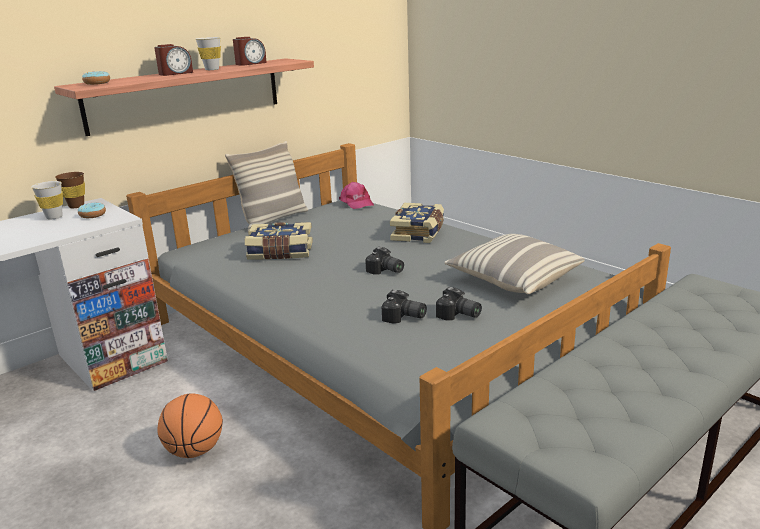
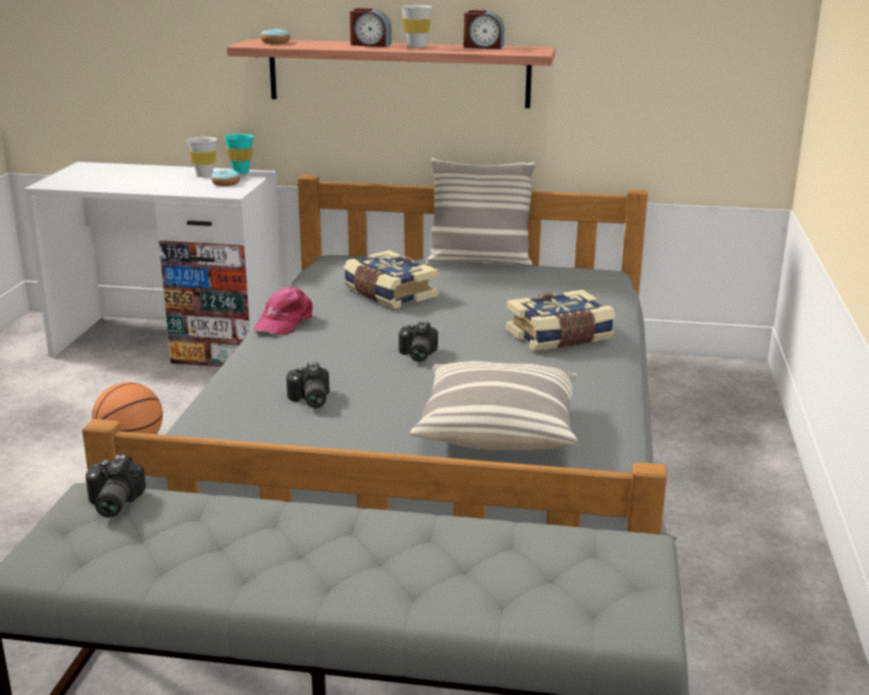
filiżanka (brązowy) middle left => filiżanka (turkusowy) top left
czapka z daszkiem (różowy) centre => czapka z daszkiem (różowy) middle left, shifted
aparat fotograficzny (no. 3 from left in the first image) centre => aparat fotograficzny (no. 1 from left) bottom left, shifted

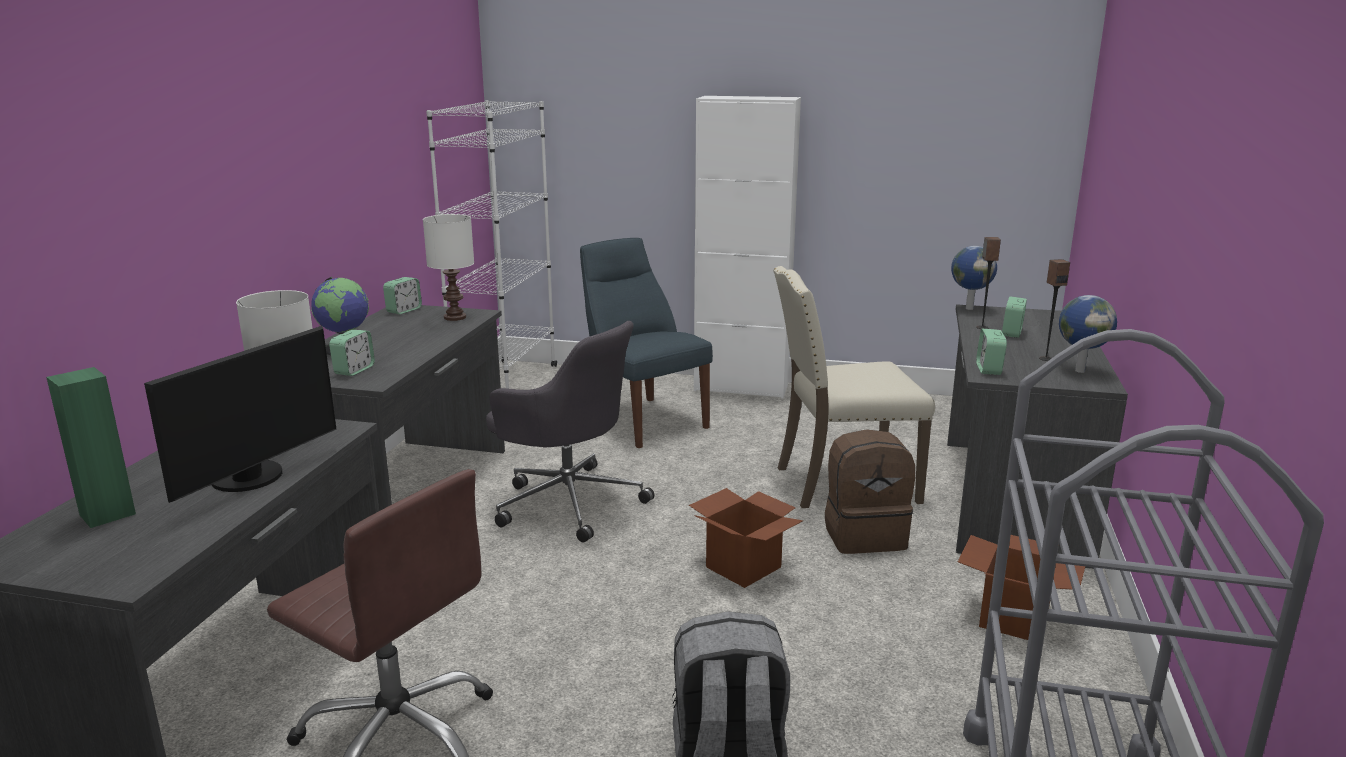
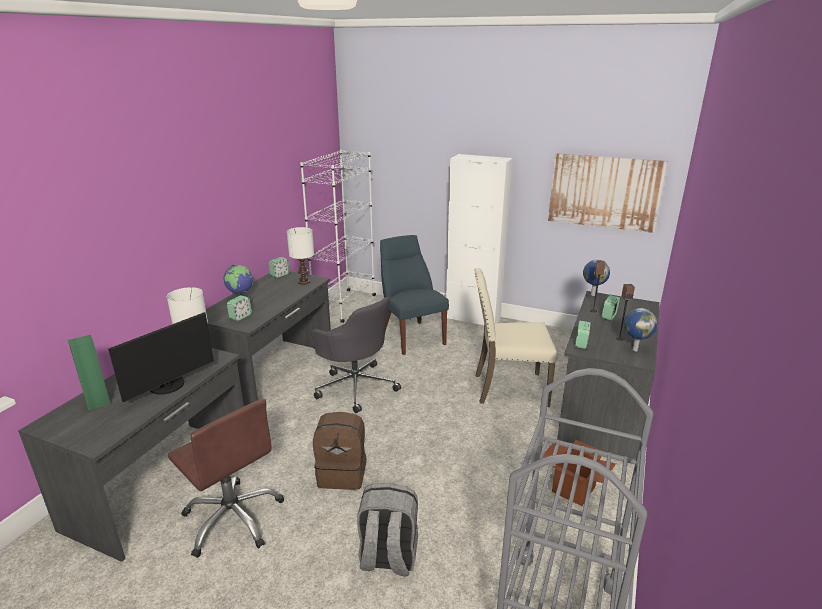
plecak (brązowy) centre => plecak (brązowy) bottom centre, shifted
karton (no. 1 from left) bottom centre => nothing
nothing => obraz top right

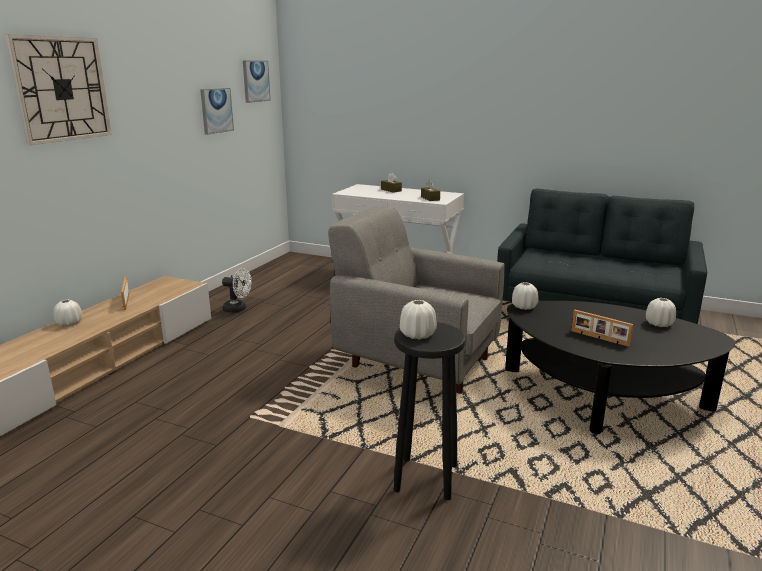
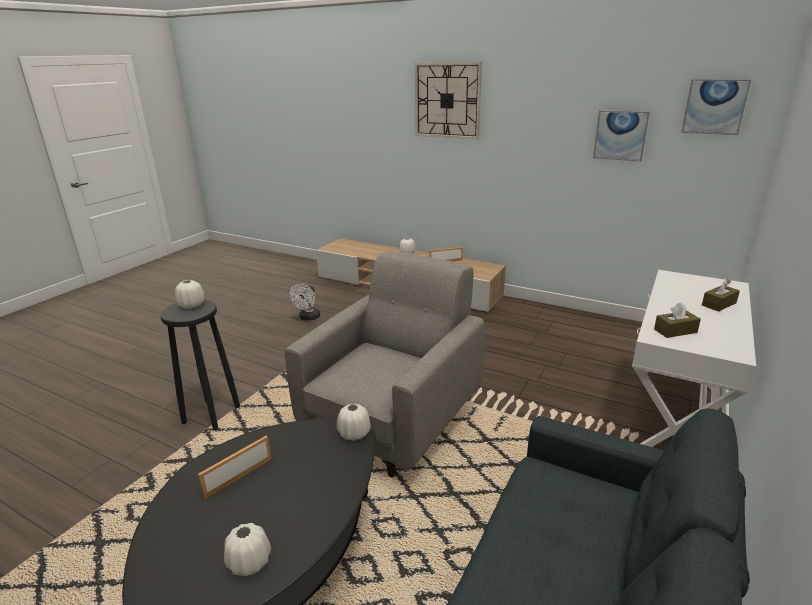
wentylator (biały) middle left => wentylator (biały) centre, shifted

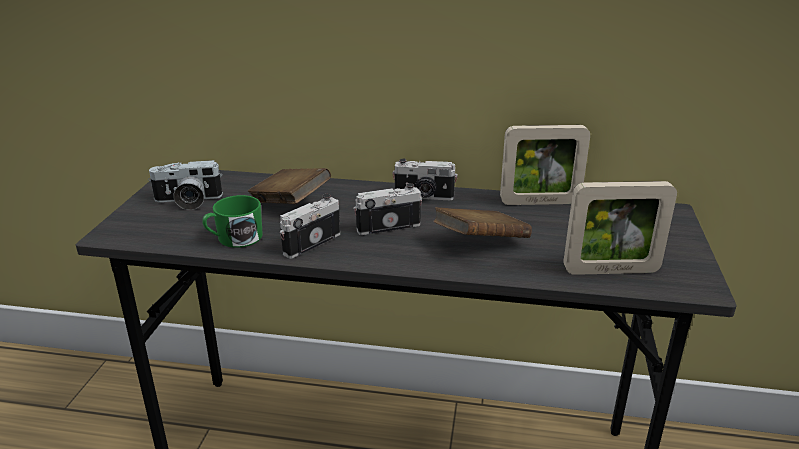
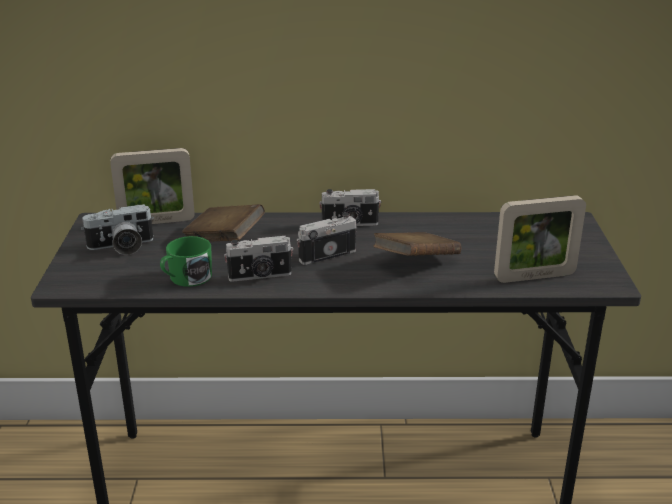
ramka na zdjęcie (no. 1 from left) middle right => ramka na zdjęcie (no. 1 from left) middle left, shifted
aparat fotograficzny (no. 2 from left) centre, 135 degrees counterclockwise

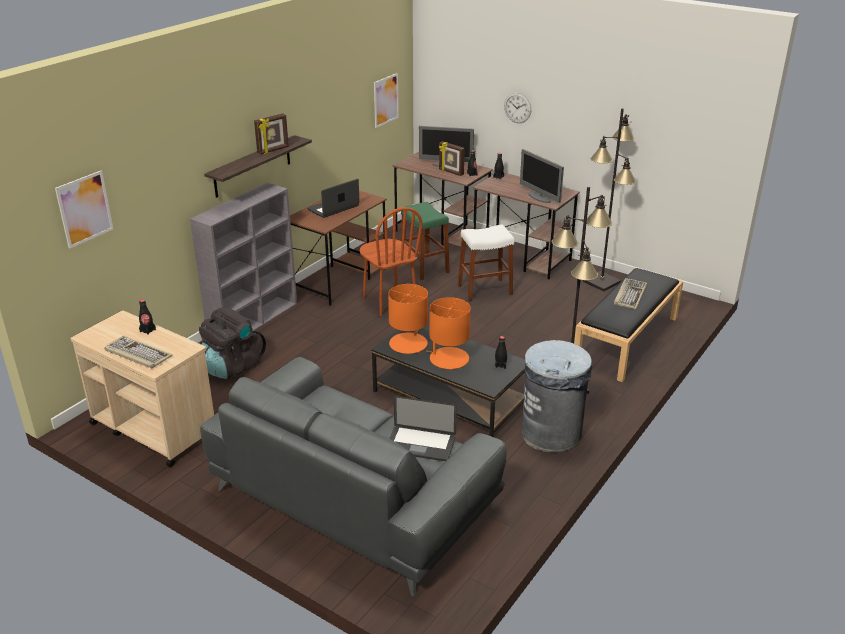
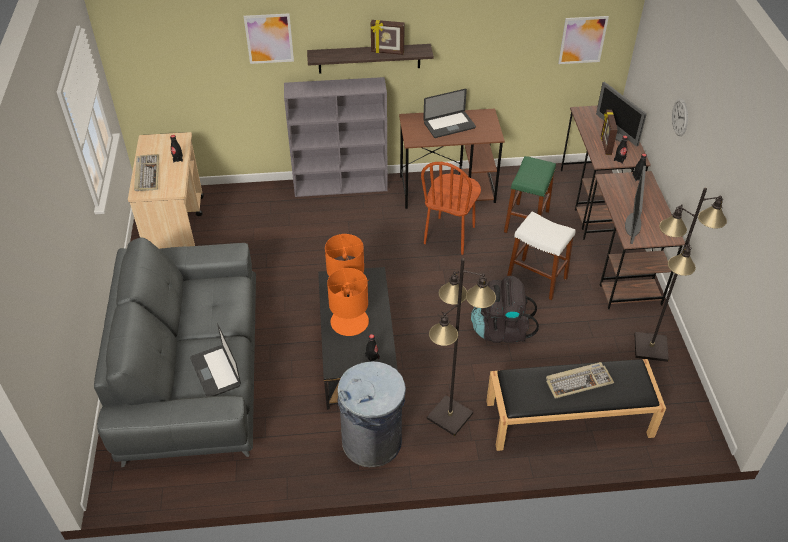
obraz (no. 1 from left) top left => obraz (no. 1 from left) top centre, shifted
laptop (no. 1 from left in the first image) top centre => laptop (no. 2 from left) top centre, 150 degrees clockwise
plecak (czarny) middle left => plecak (czarny) centre, shifted

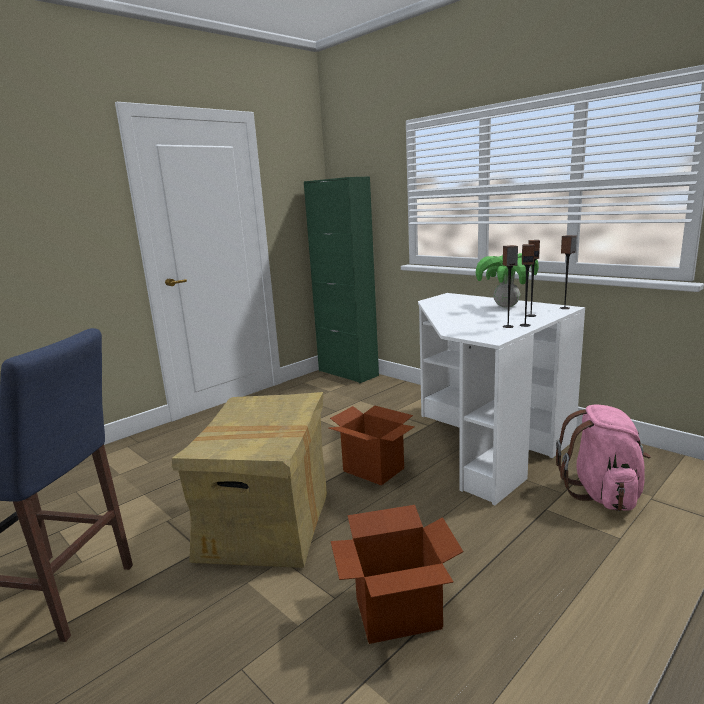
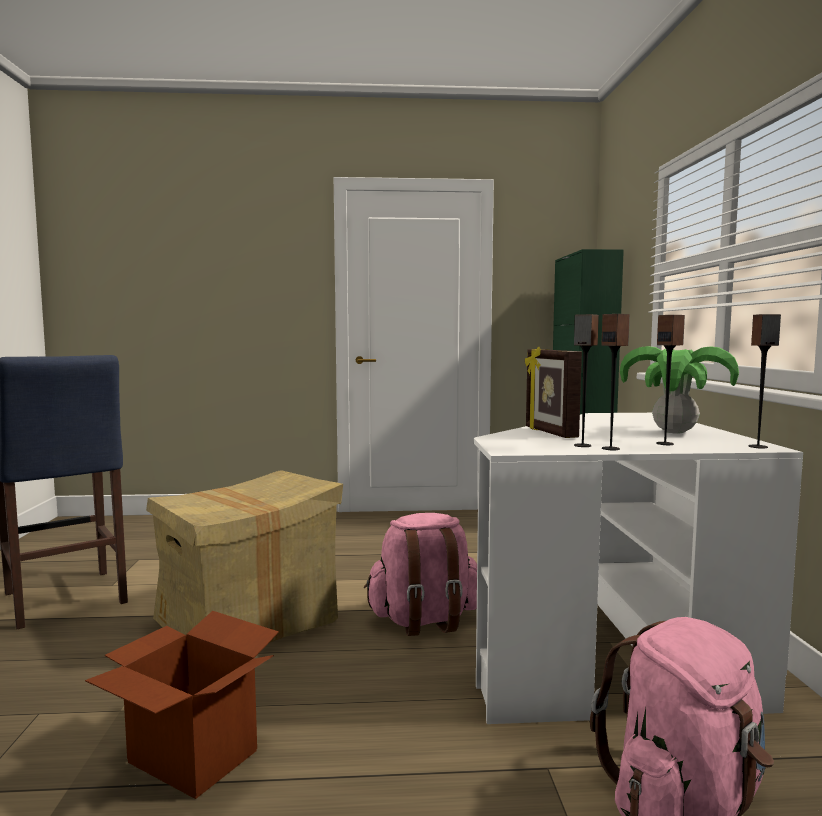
karton (no. 2 from left) centre => plecak (różowy) (no. 1 from left) bottom centre
nothing => ramka na zdjęcie middle right

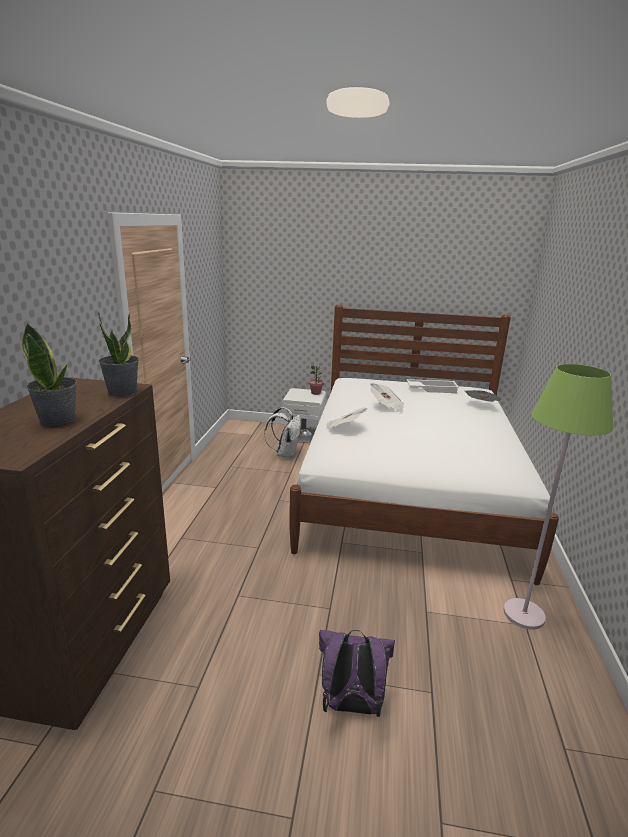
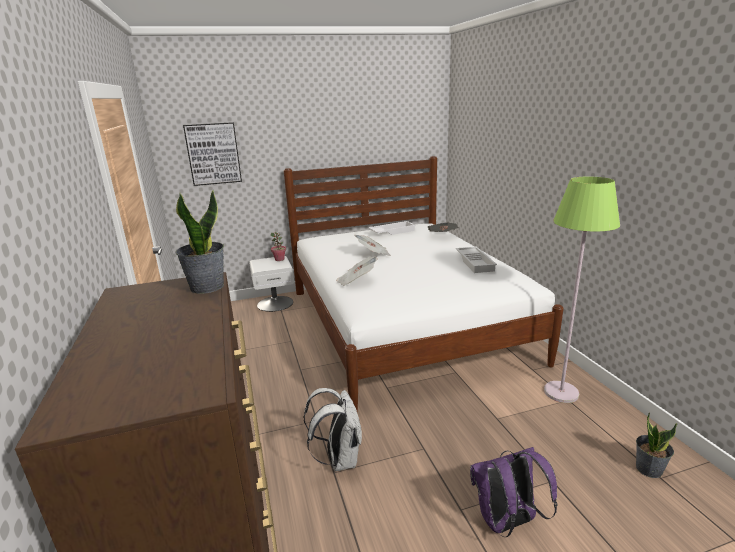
roślina doniczkowa (no. 1 from left in the first image) middle left => roślina doniczkowa (no. 3 from left) bottom right, shifted
plecak (biały) centre => plecak (biały) bottom centre, shifted
nothing => obraz top left
nothing => taca (biały) (no. 2 from left) centre

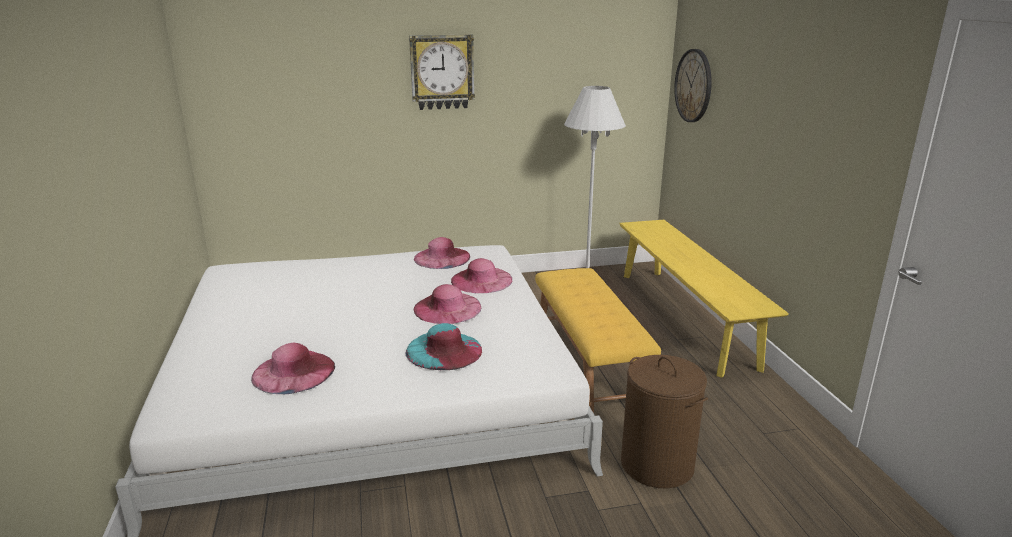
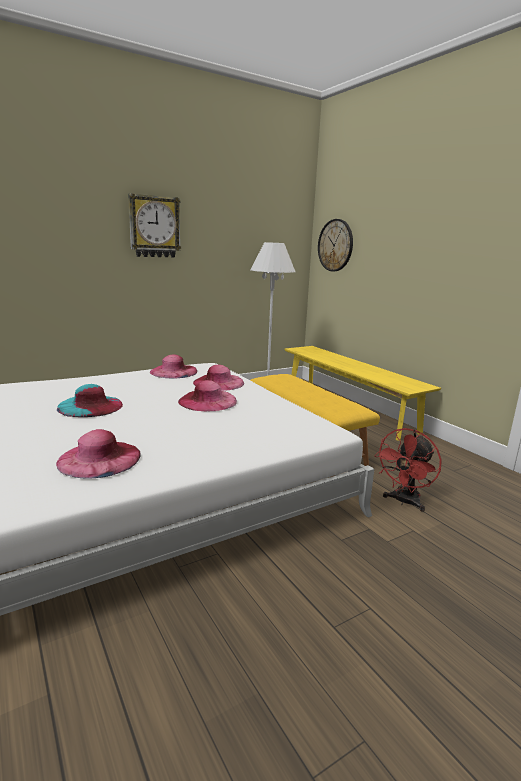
kapelusz (turkusowy) centre => kapelusz (turkusowy) middle left, shifted
kosz na pranie (brązowy) bottom centre => wentylator (czerwony) middle right

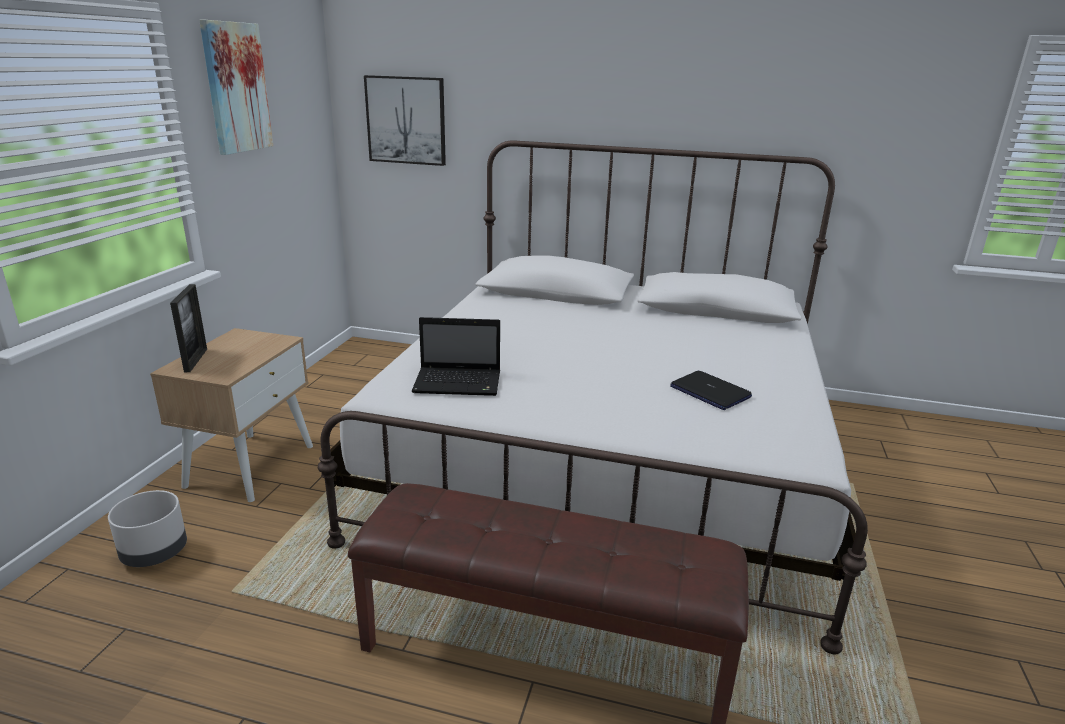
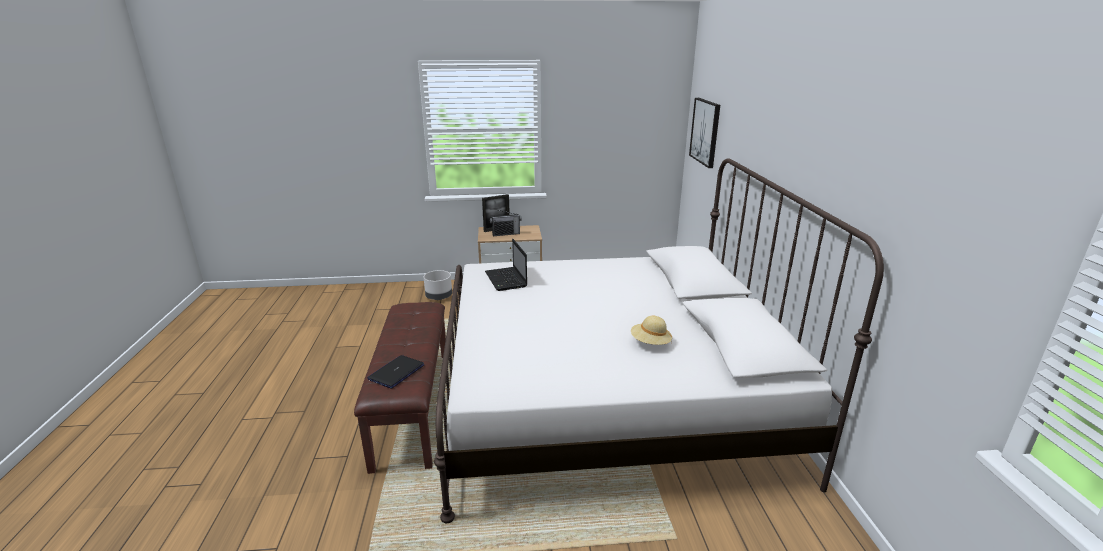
obraz (no. 1 from left) top left => nothing
laptop (no. 2 from left in the first image) middle right => laptop (no. 1 from left) bottom centre, shifted
nothing => radio centre
nothing => kapelusz (beżowy) centre

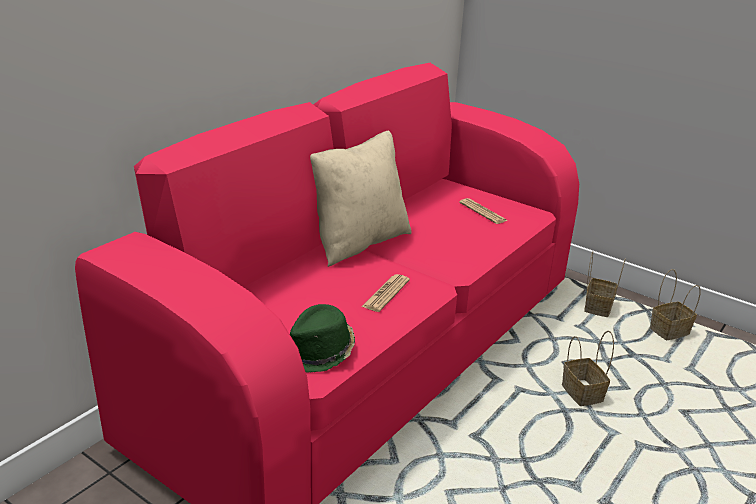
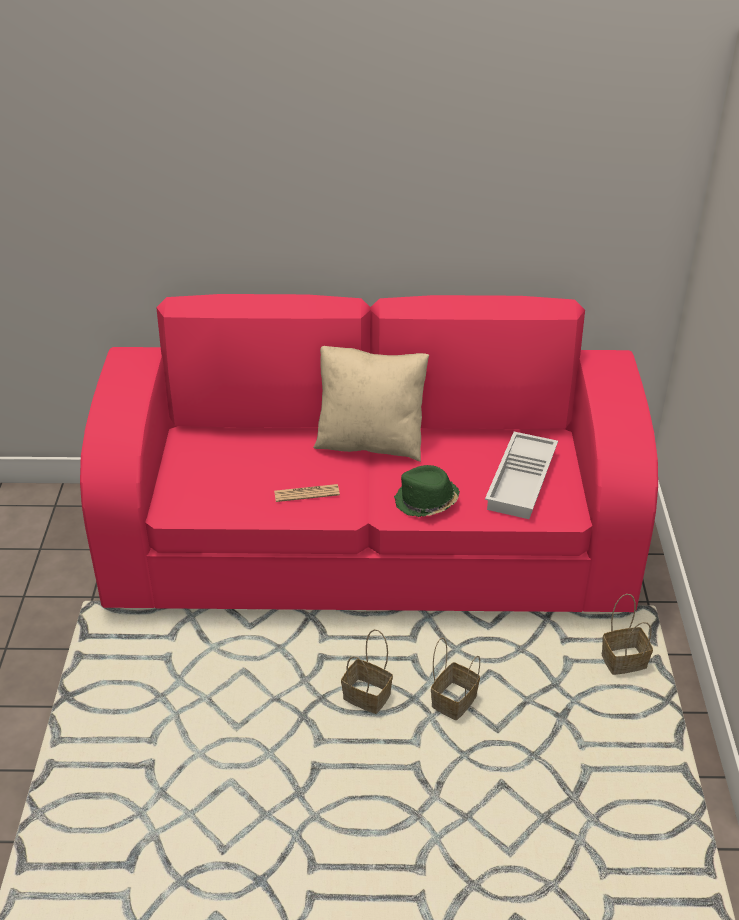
gazeta (no. 2 from left) centre => taca (biały) middle right
koszyk (no. 3 from left in the first image) middle right => koszyk (no. 1 from left) bottom centre, shifted
kapelusz (zielony) bottom centre => kapelusz (zielony) centre, shifted

